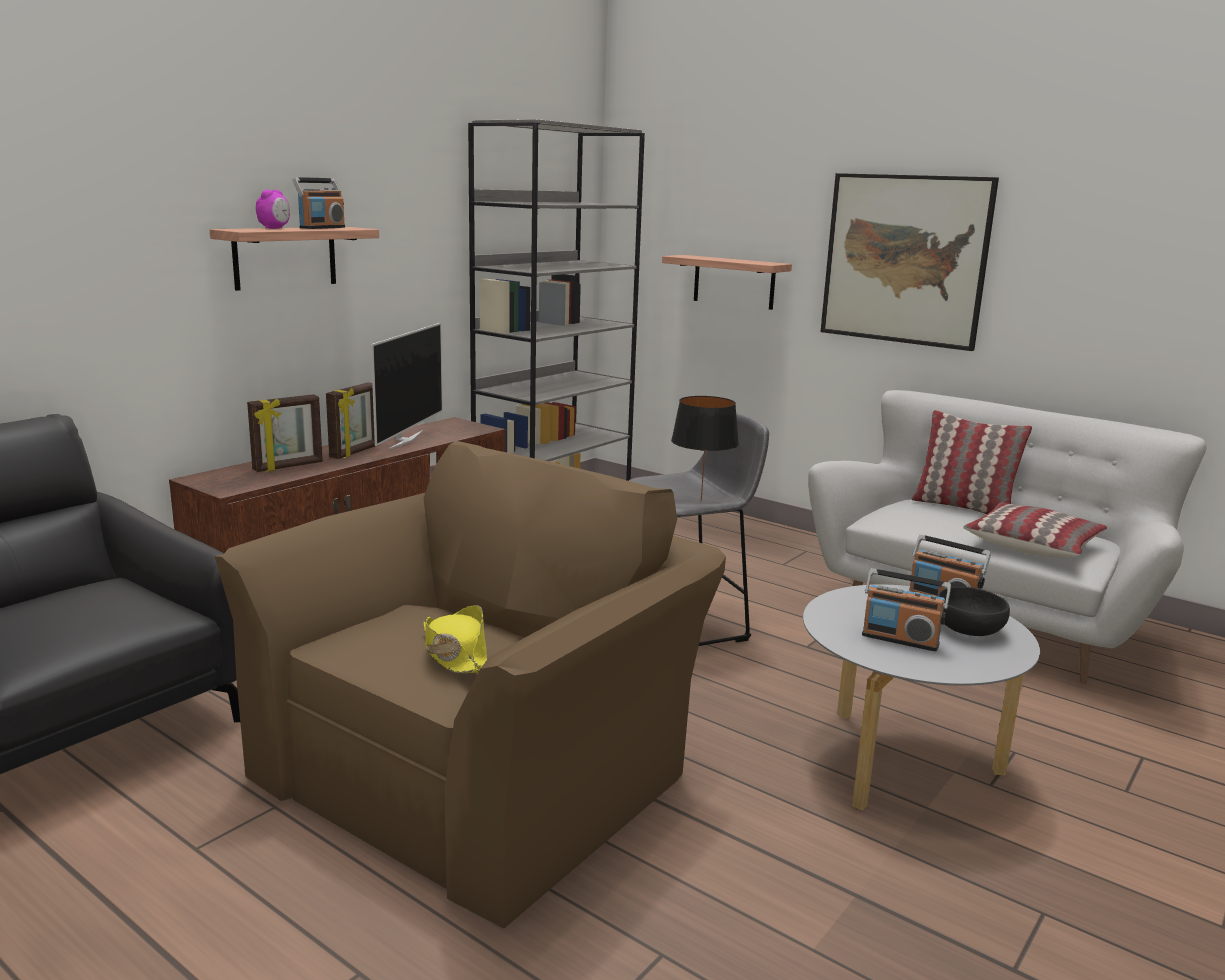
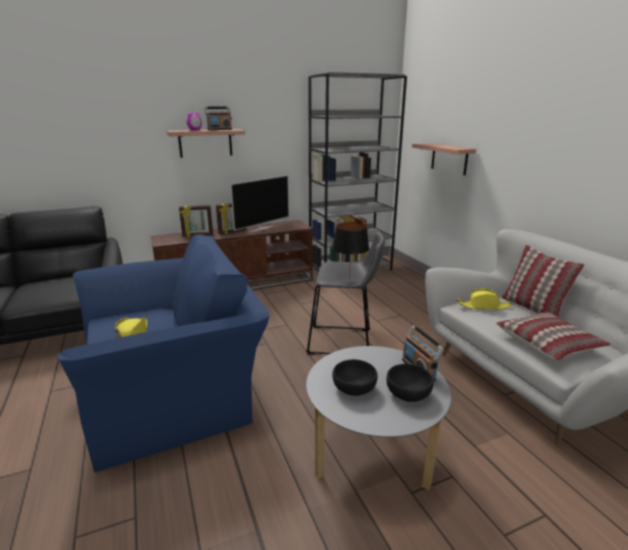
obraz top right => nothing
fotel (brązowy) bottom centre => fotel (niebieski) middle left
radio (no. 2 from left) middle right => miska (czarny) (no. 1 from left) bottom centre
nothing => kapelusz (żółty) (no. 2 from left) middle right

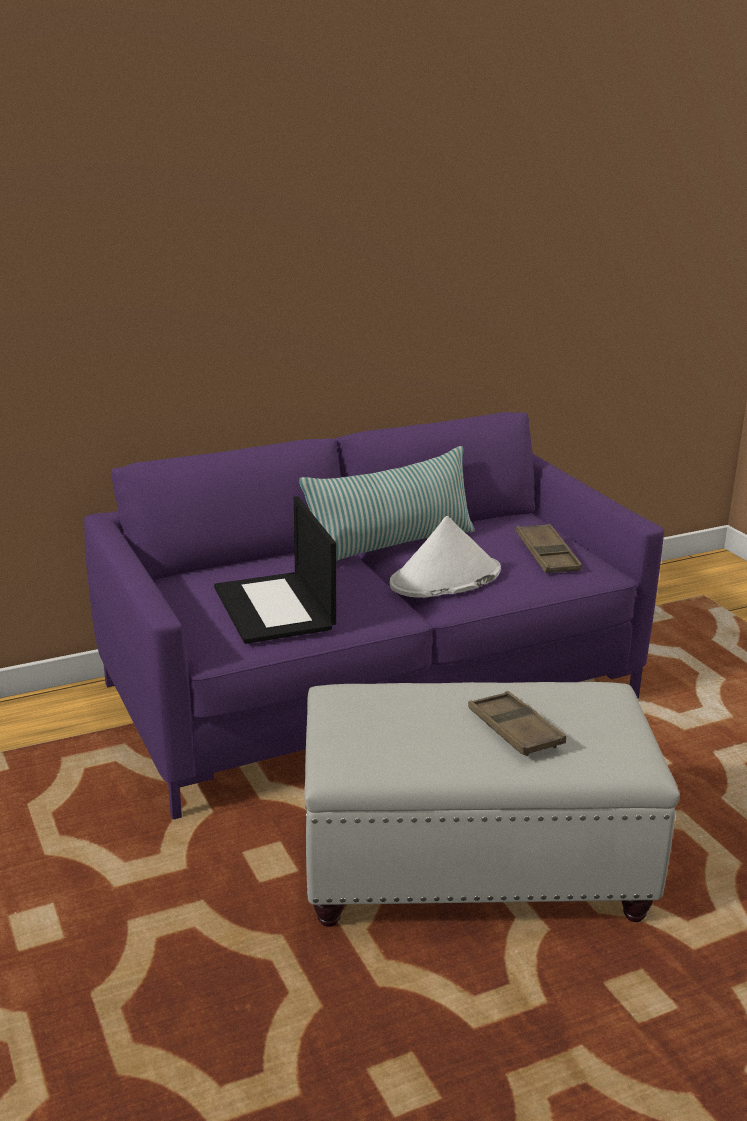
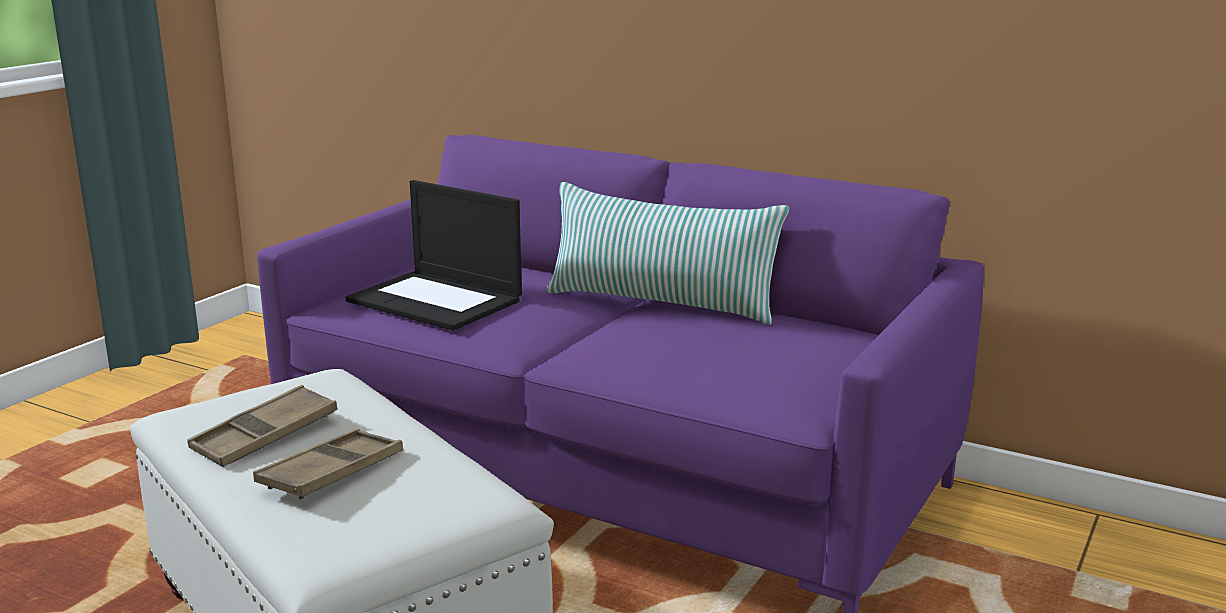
laptop centre, 90 degrees counterclockwise
kapelusz (biały) centre => nothing
taca (brązowy) (no. 2 from left in the first image) middle right => taca (brązowy) (no. 1 from left) bottom left, shifted

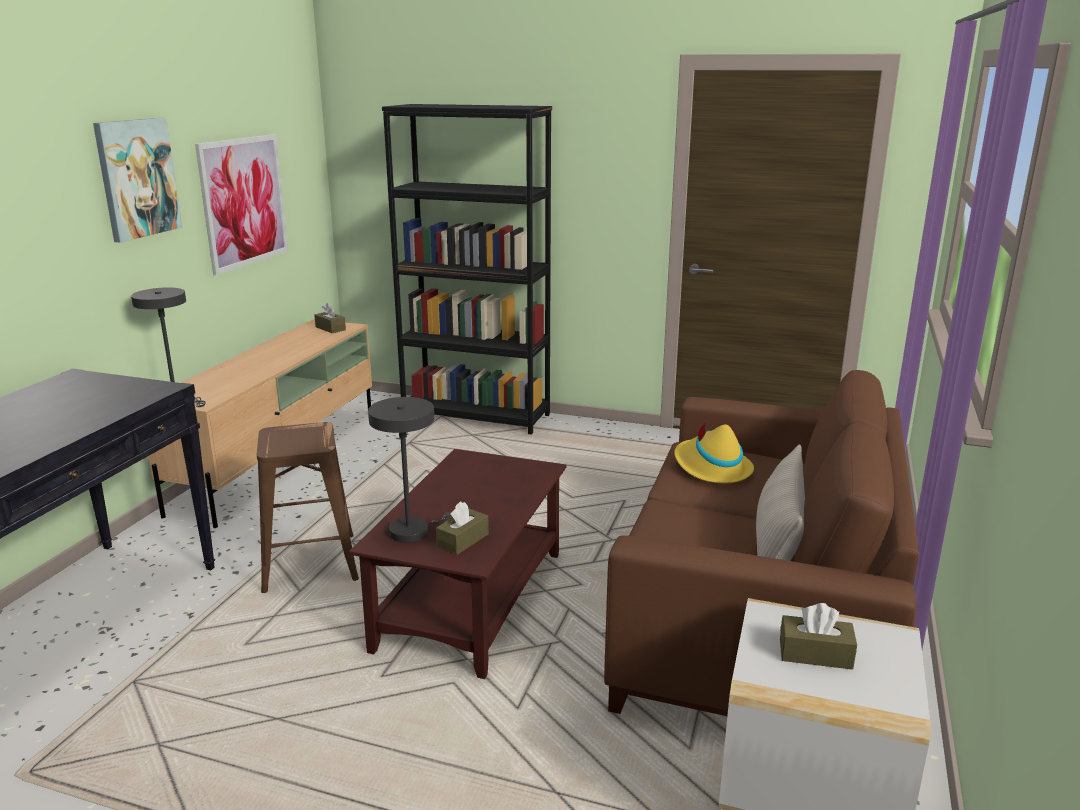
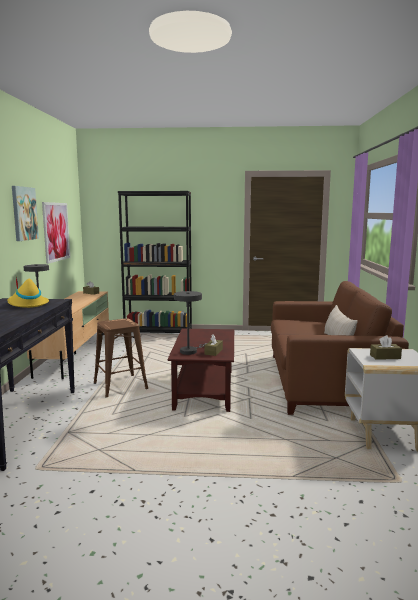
kapelusz (żółty) centre => kapelusz (żółty) middle left, shifted

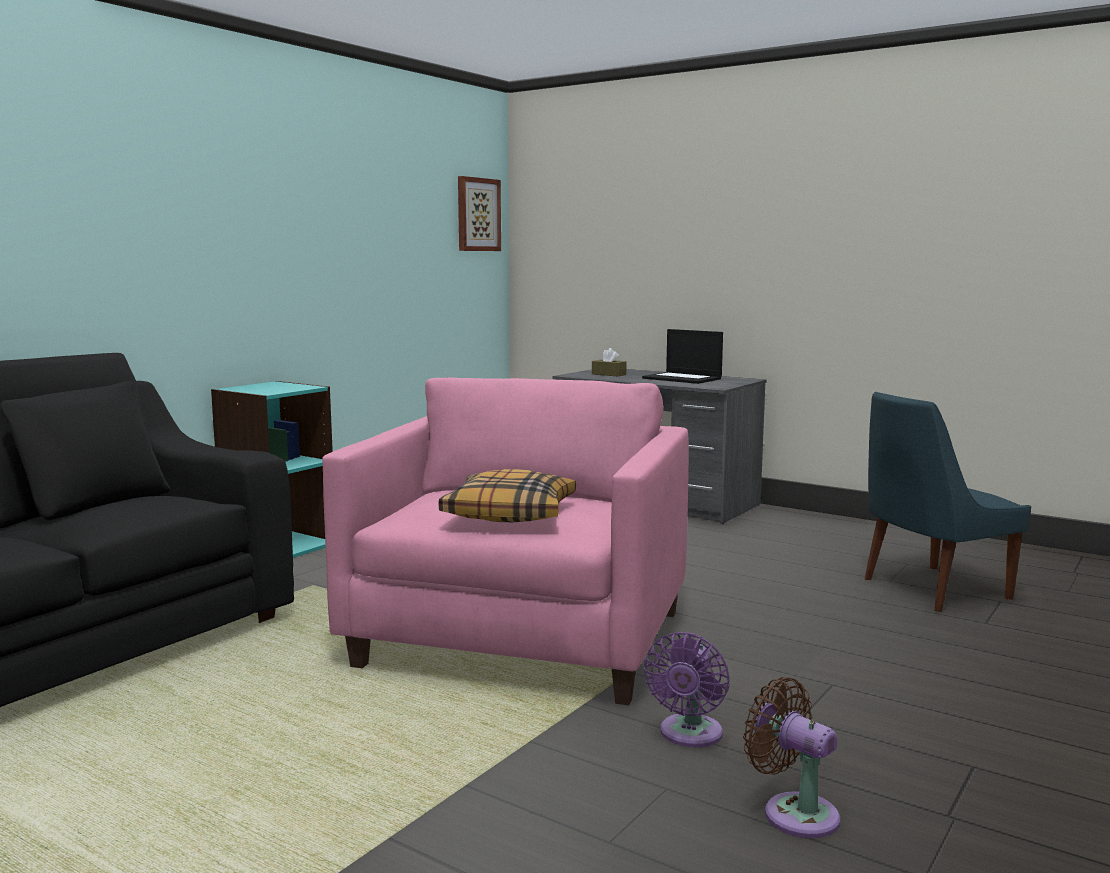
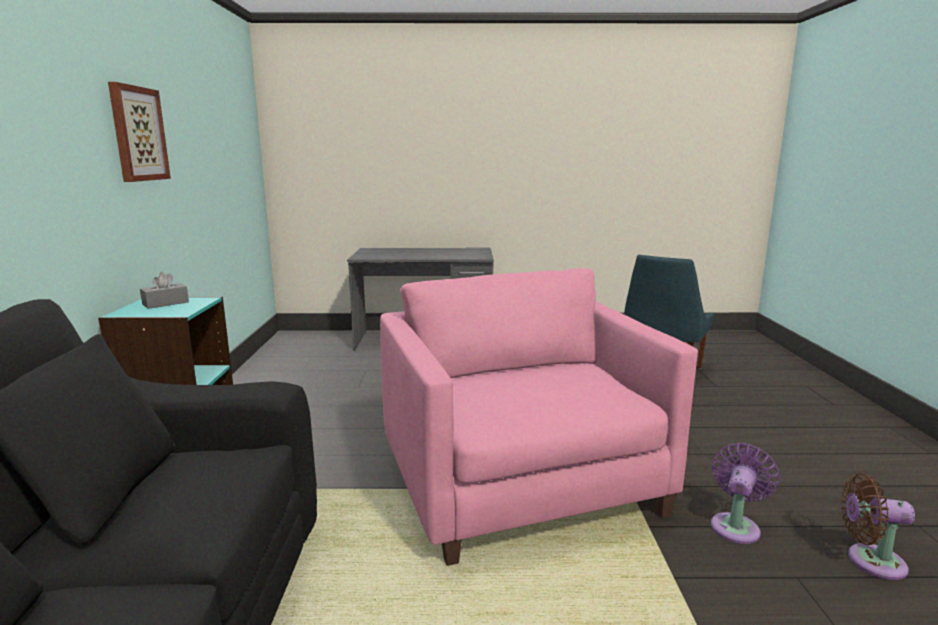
obraz top centre => obraz top left, shifted
laptop centre => nothing
pudełko chusteczek (brązowy) centre => nothing
poduszka centre => nothing
wentylator (fioletowy) bottom centre => wentylator (fioletowy) bottom right, 135 degrees counterclockwise
nothing => pudełko chusteczek (szary) middle left

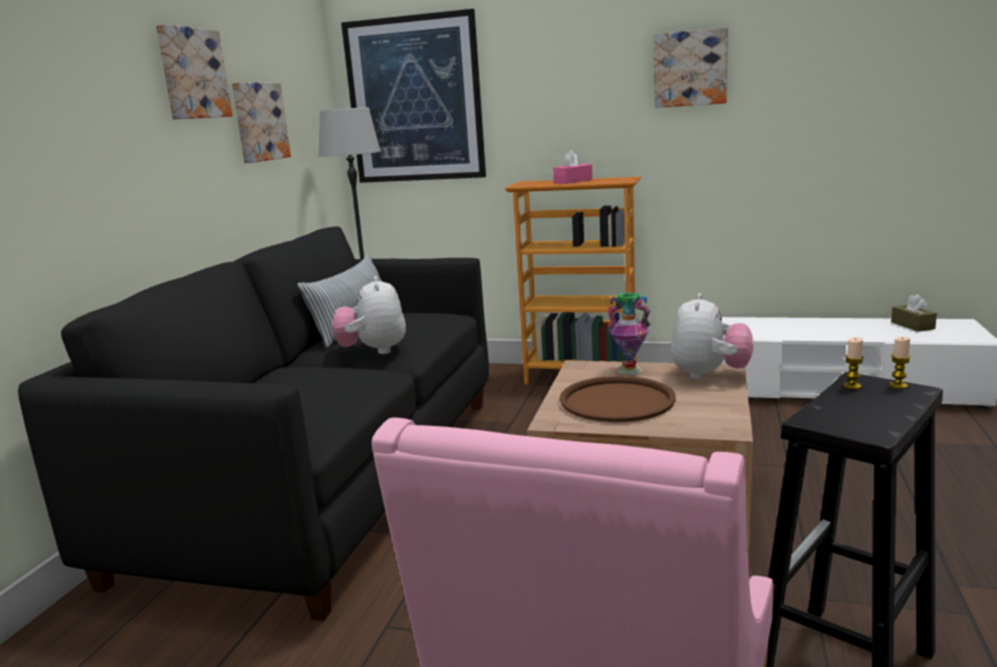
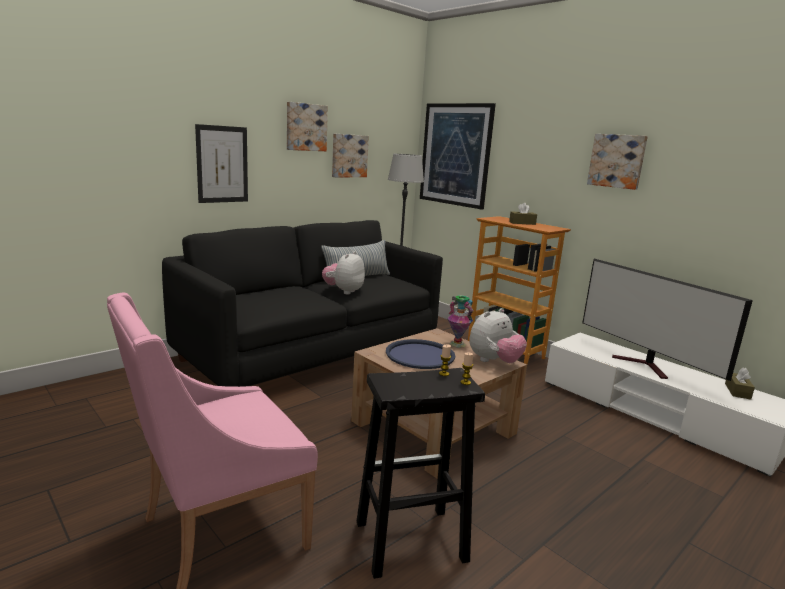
pudełko chusteczek (różowy) top centre => pudełko chusteczek (brązowy) (no. 1 from left) centre
taca (brązowy) centre => taca (niebieski) centre
nothing => obraz (no. 1 from left) top left
nothing => telewizor middle right

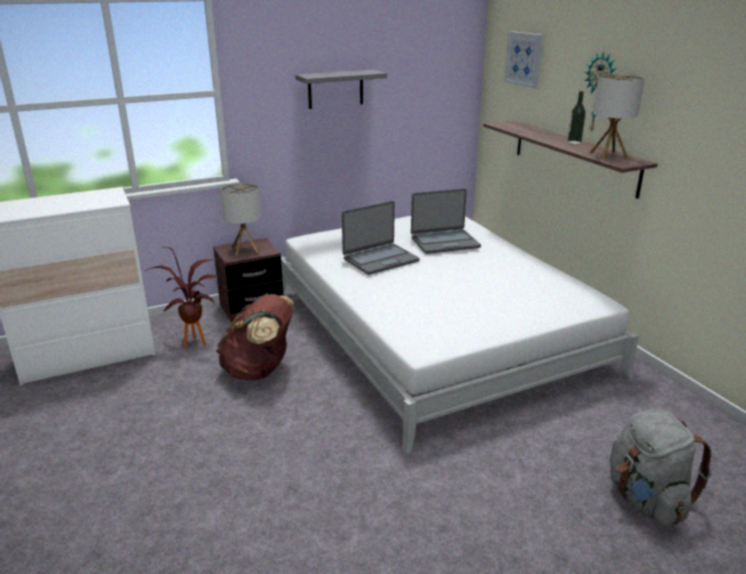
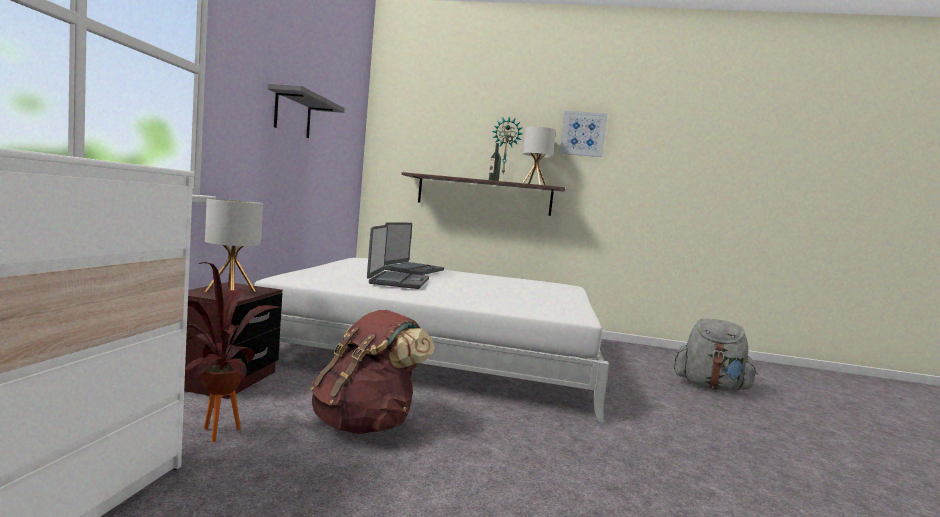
obraz top right => obraz top centre, shifted

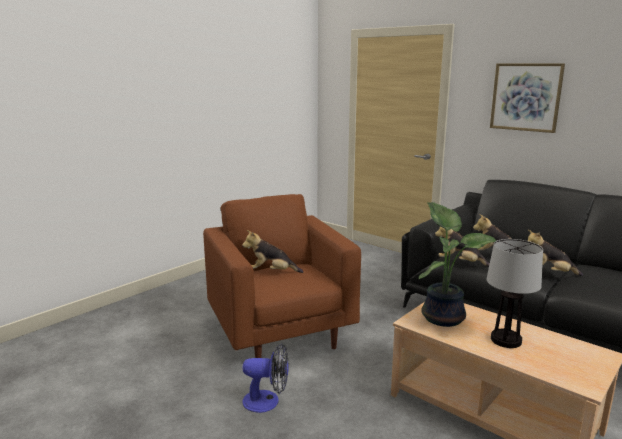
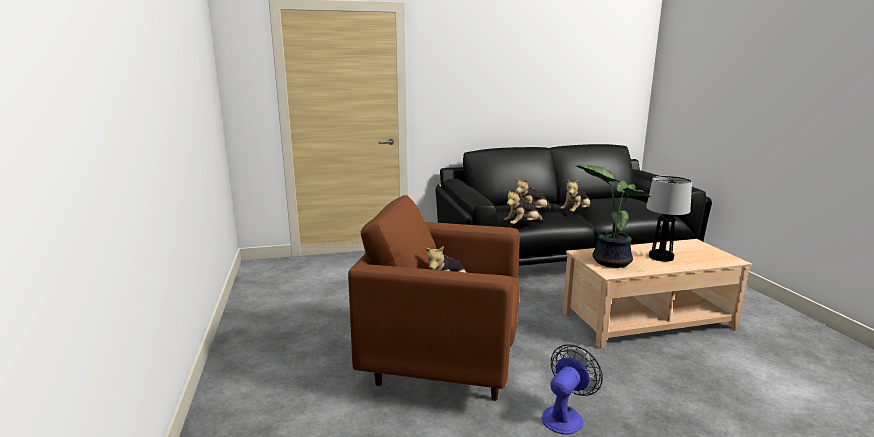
obraz top right => nothing

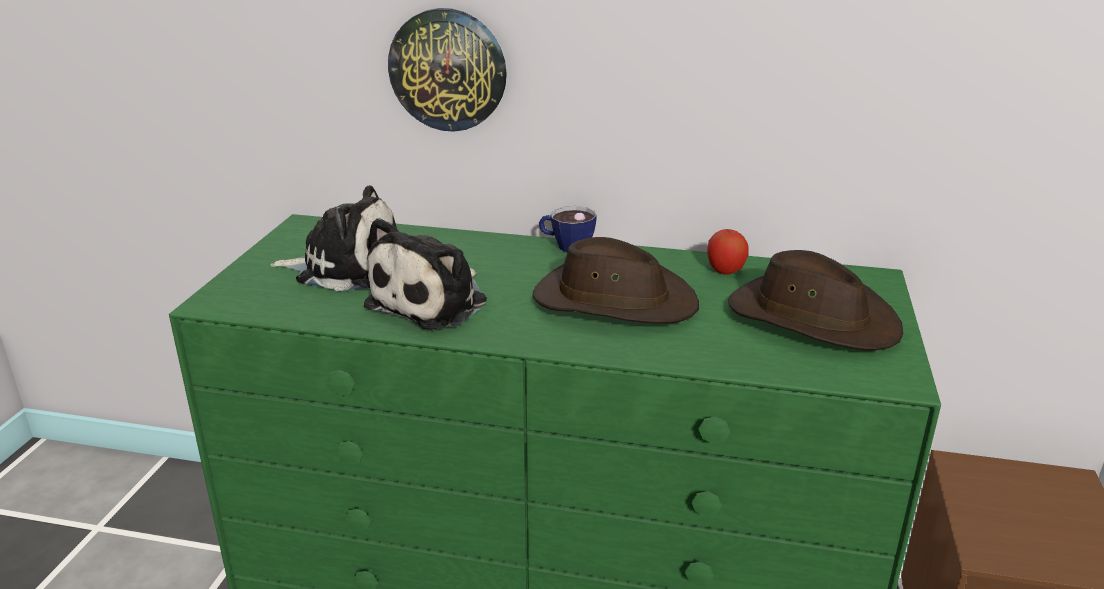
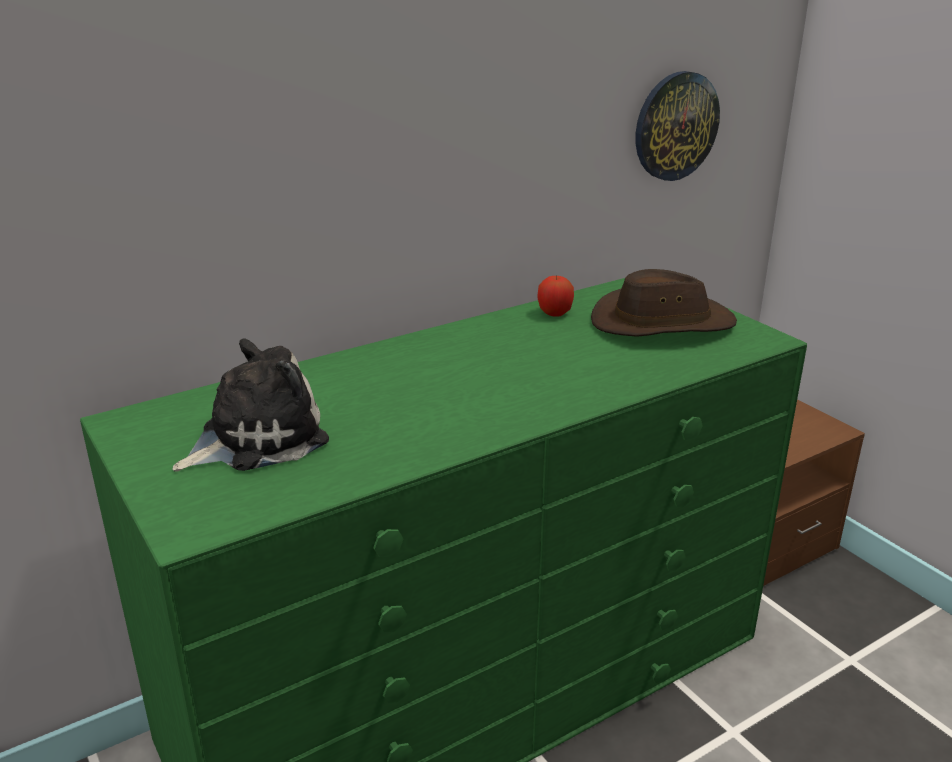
zegar ścienny top centre => zegar ścienny top right, shifted
filiżanka centre => nothing
pluszak (no. 2 from left) centre => nothing
kapelusz (brązowy) (no. 1 from left) centre => nothing

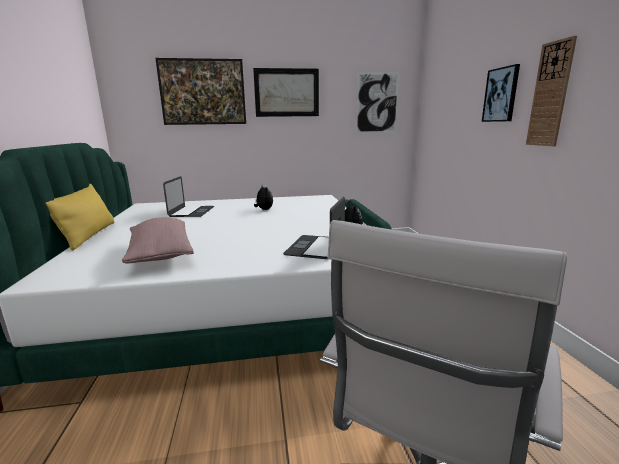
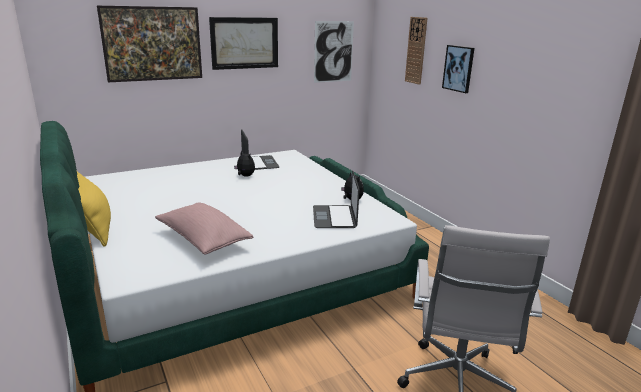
zegar ścienny top right => zegar ścienny top centre, shifted
laptop (no. 1 from left) middle left => laptop (no. 1 from left) centre, shifted

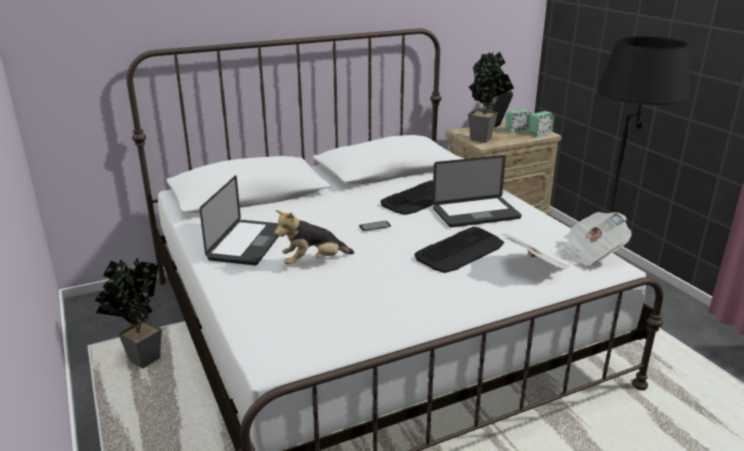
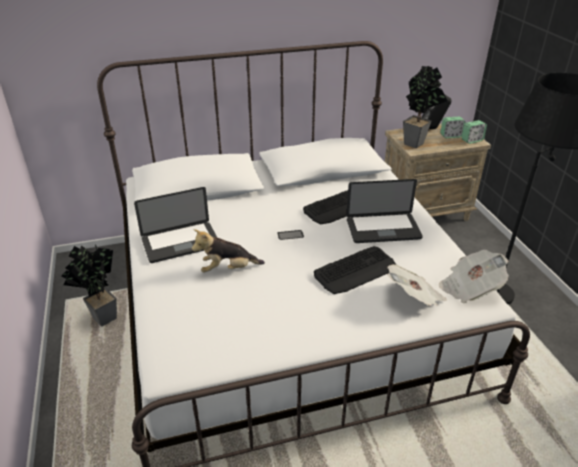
laptop (no. 1 from left) middle left, 45 degrees clockwise

